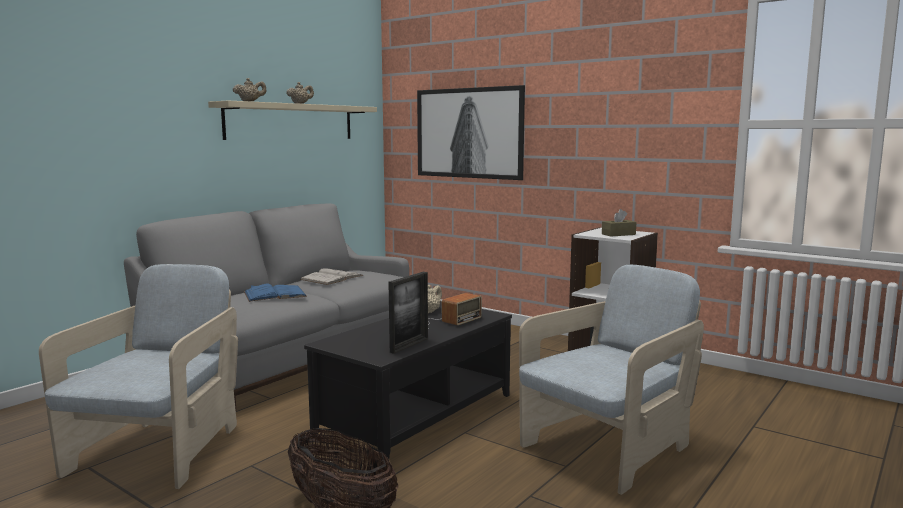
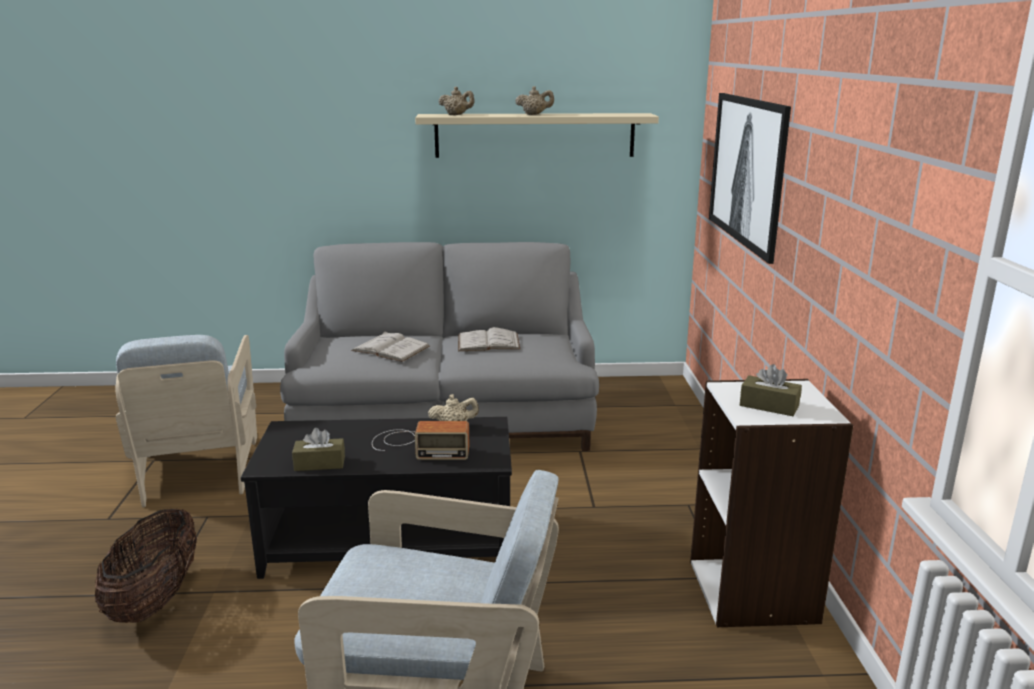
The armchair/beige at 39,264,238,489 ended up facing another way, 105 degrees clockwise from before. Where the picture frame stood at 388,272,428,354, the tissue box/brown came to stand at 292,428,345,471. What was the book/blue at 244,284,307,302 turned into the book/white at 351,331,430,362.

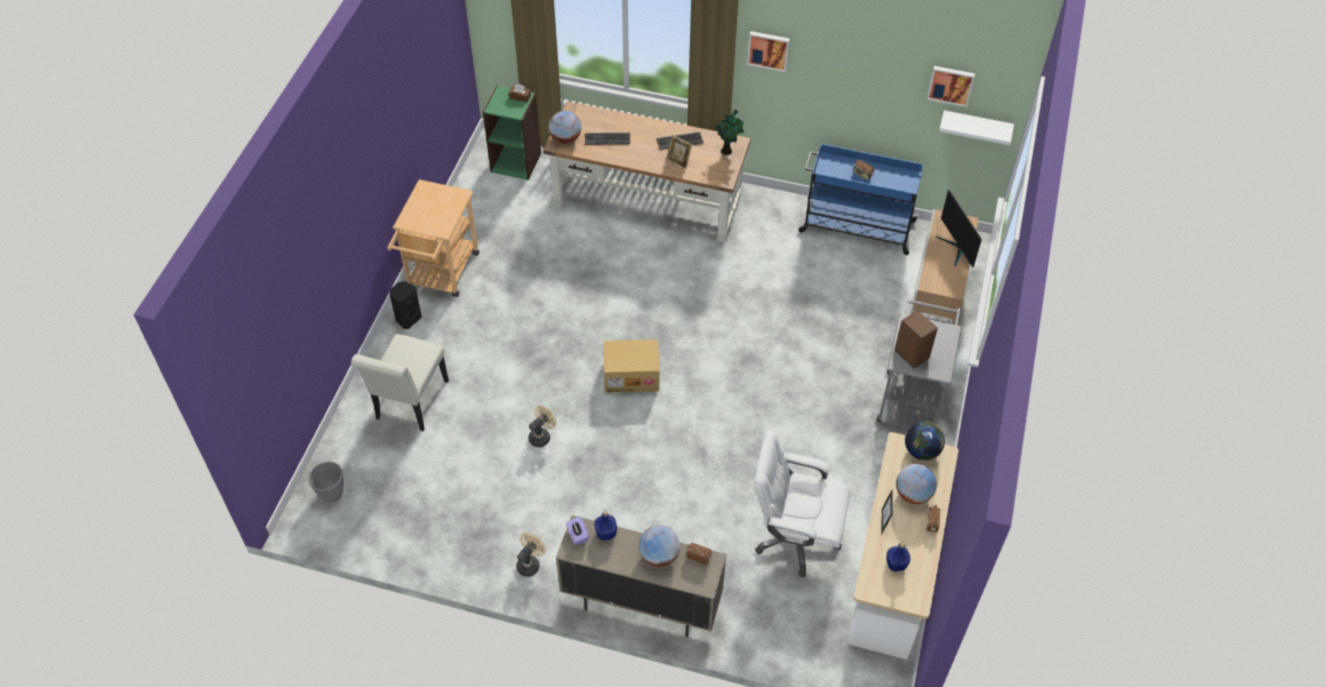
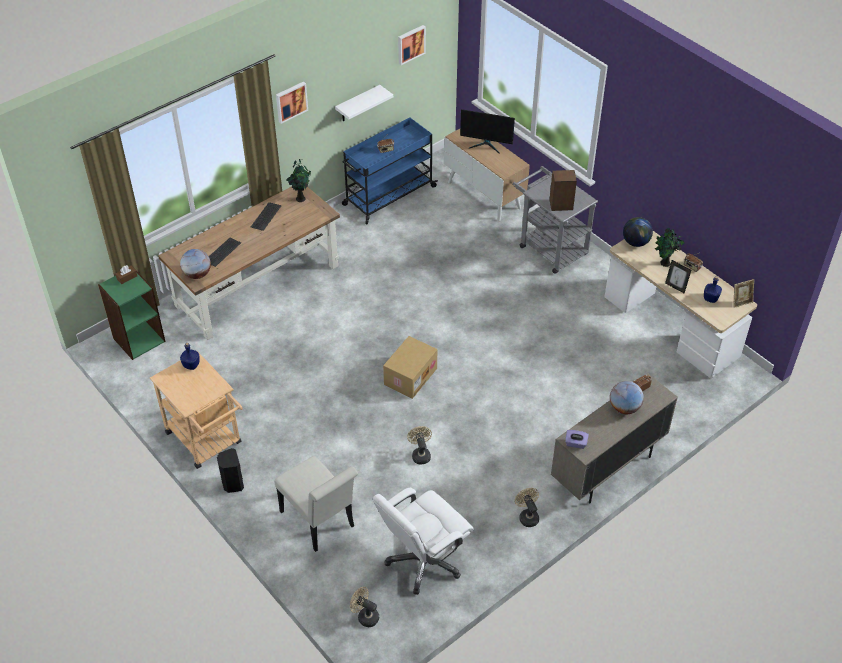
The bottle/blue ended up elsewhere, having gone from 594,511,617,540 to 180,343,200,370. The shelf/white ended up elsewhere, having gone from 939,110,1014,145 to 335,85,393,121. Where the planter/grey stood at 308,461,344,502, the fan/beige came to stand at 350,587,379,627. The office chair/white ended up elsewhere, having gone from 754,430,850,577 to 373,488,474,595. Where the globe stood at 896,464,937,504, the potted plant came to stand at 655,228,685,267. The picture frame ended up elsewhere, having gone from 666,135,692,169 to 733,279,754,308.

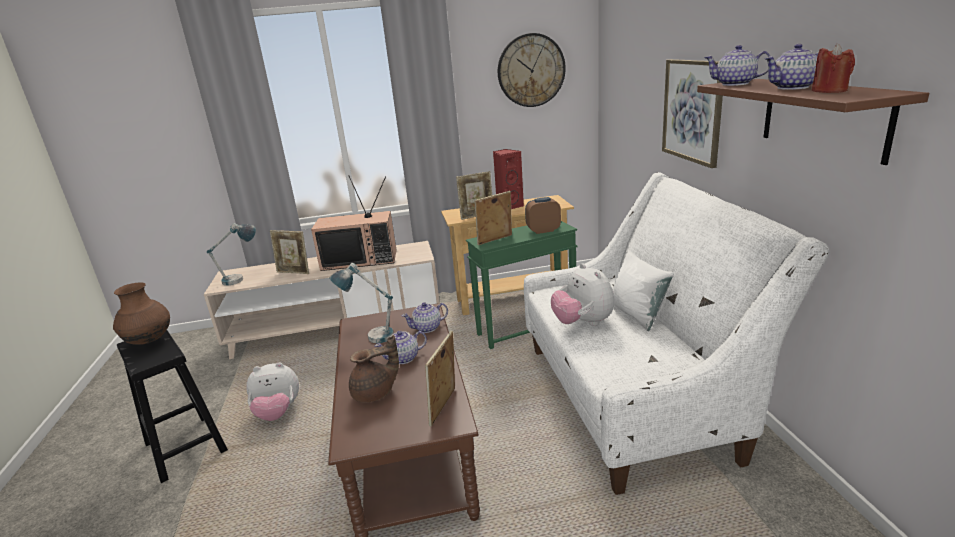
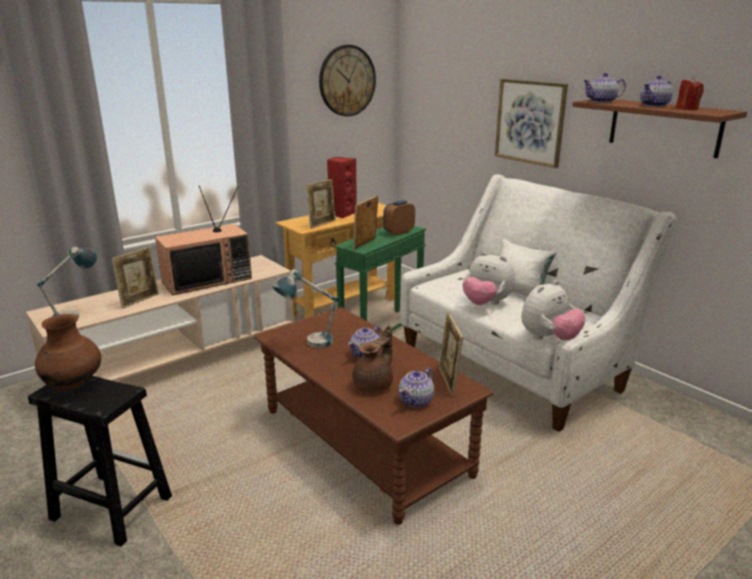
The picture frame at 270,230,309,274 ended up facing another way, 45 degrees counterclockwise from before. The teapot ended up elsewhere, having gone from 402,302,448,333 to 399,368,434,408. The plush toy ended up elsewhere, having gone from 246,362,299,421 to 521,280,586,340.

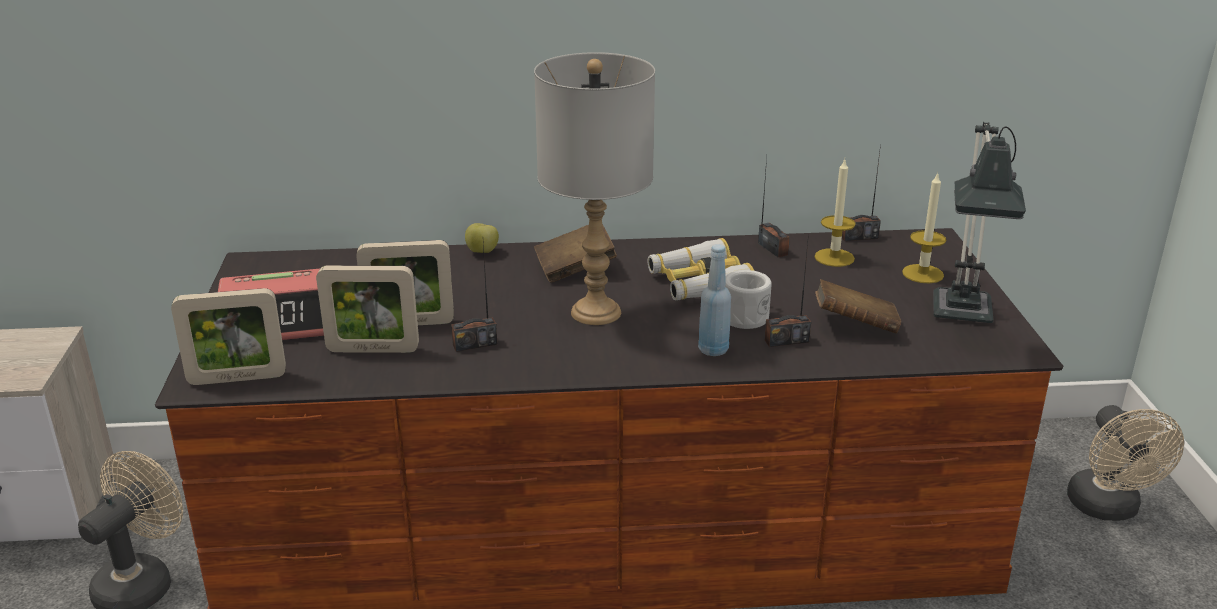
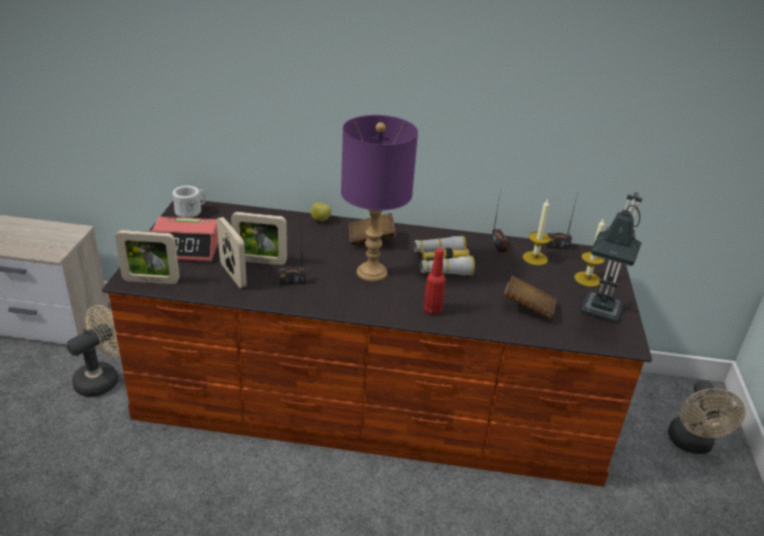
The mug/white ended up elsewhere, having gone from 725,270,772,329 to 173,186,206,218. The picture frame at 316,265,419,353 ended up facing another way, 135 degrees counterclockwise from before. What was the table lamp/grey at 534,52,655,325 turned into the table lamp/purple at 341,115,418,281. What was the bottle/blue at 698,244,731,356 turned into the bottle/red at 423,248,446,315. The second view lost the radio at 765,234,811,347.

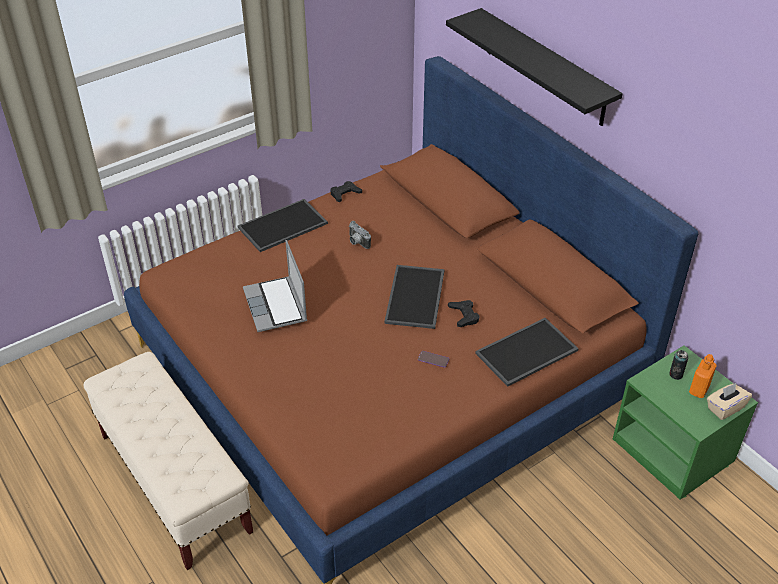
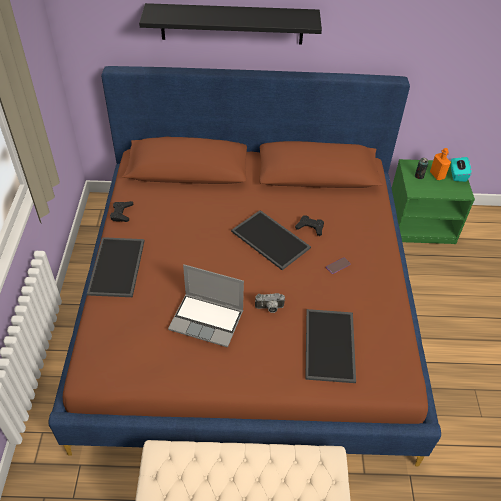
The photo camera ended up elsewhere, having gone from 349,221,371,249 to 255,293,285,313. The tray ended up elsewhere, having gone from 475,318,579,387 to 305,309,356,383. What was the tissue box/beige at 707,383,752,420 turned into the tissue box/turquoise at 451,156,471,182.

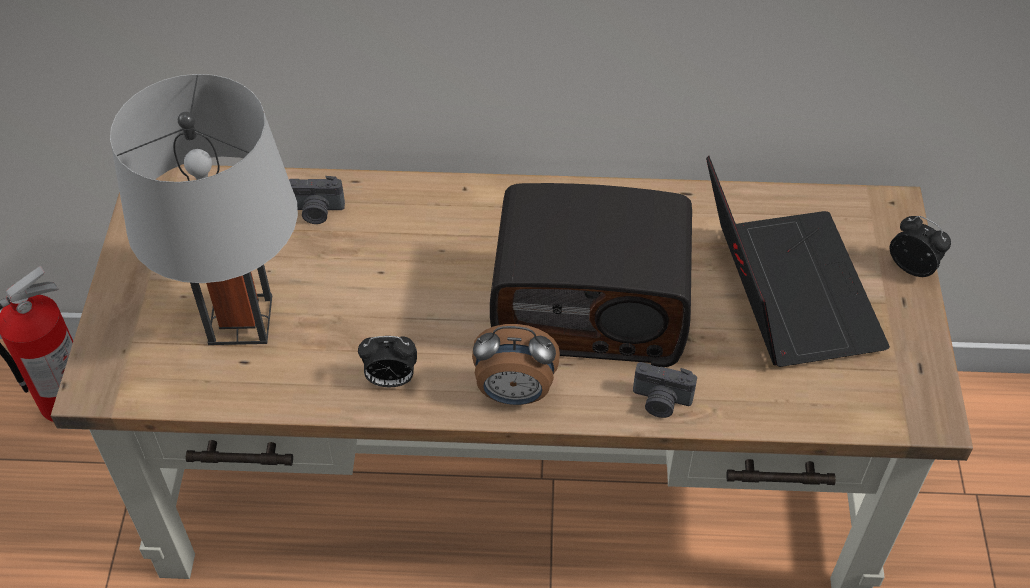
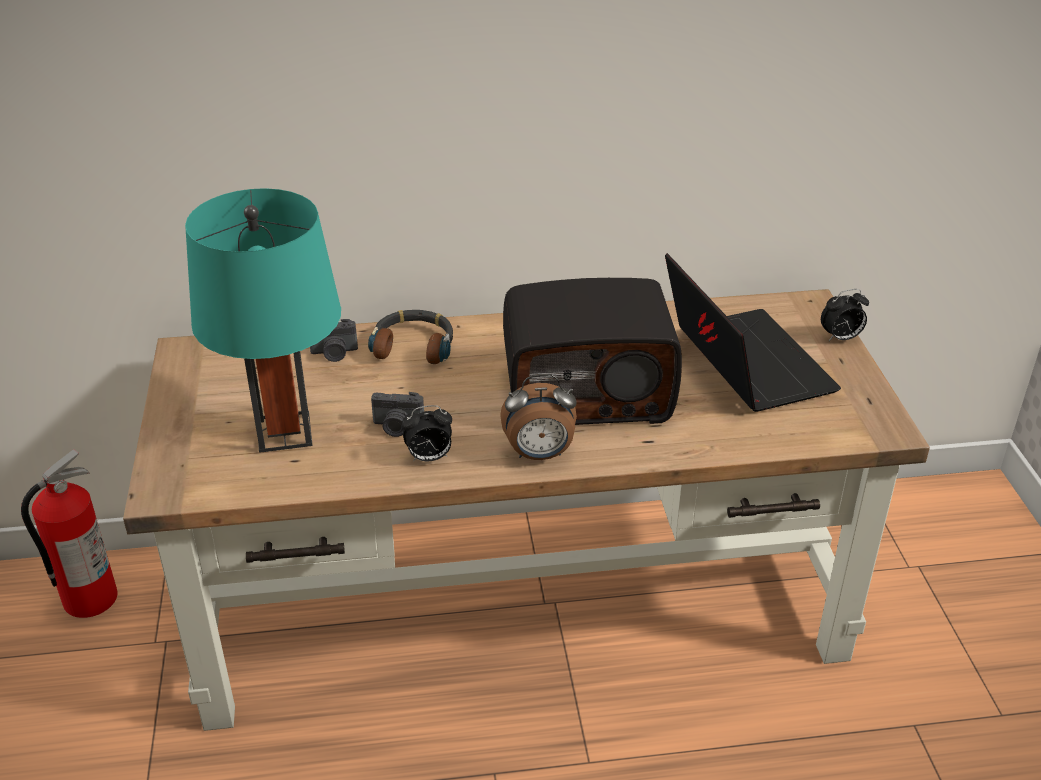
What was the table lamp/grey at 110,74,298,345 turned into the table lamp/turquoise at 185,188,341,453. The second view gained the headphones at 368,310,453,364. The photo camera ended up elsewhere, having gone from 633,362,697,418 to 371,392,424,437. The alarm clock at 890,216,951,277 ended up facing another way, 135 degrees clockwise from before.

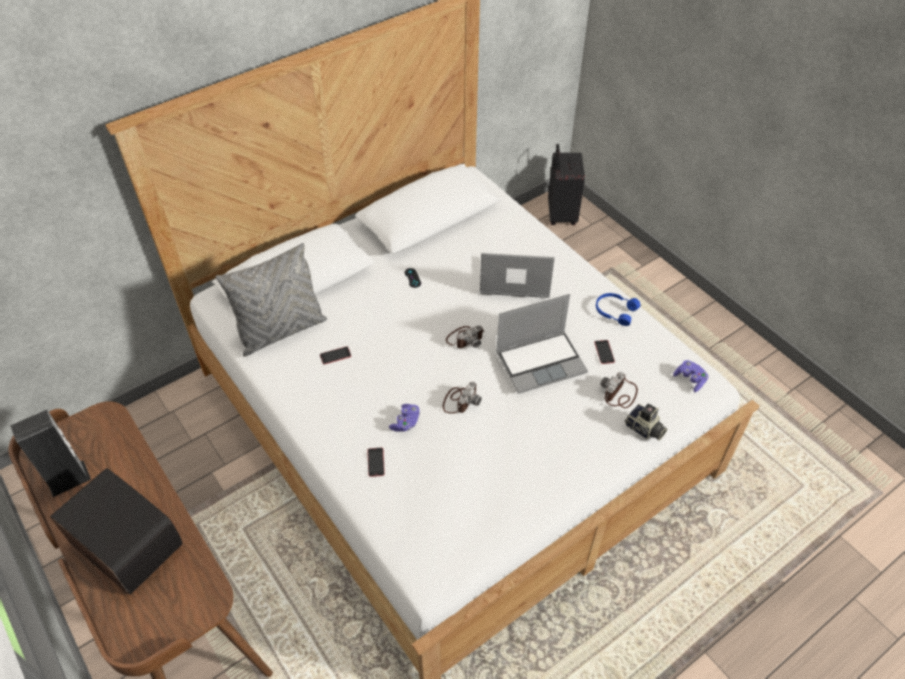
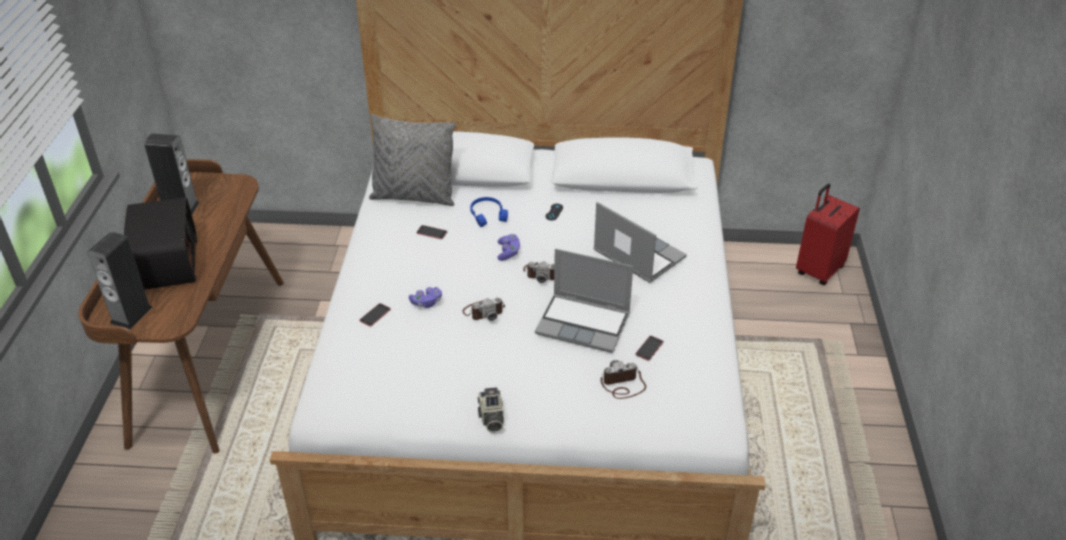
The second view gained the speaker at 87,232,153,329. The headphones/blue ended up elsewhere, having gone from 596,293,640,326 to 470,197,508,227. The photo camera ended up elsewhere, having gone from 625,403,667,441 to 478,387,504,433. The game controller/purple ended up elsewhere, having gone from 673,360,708,392 to 497,234,520,261. What was the suitcase/black at 548,144,585,225 turned into the suitcase/red at 796,183,860,285.

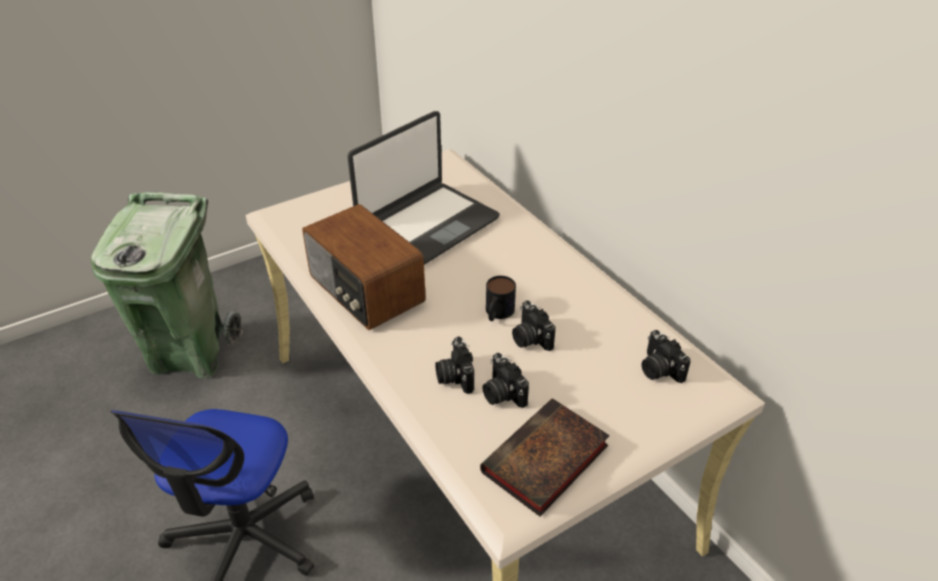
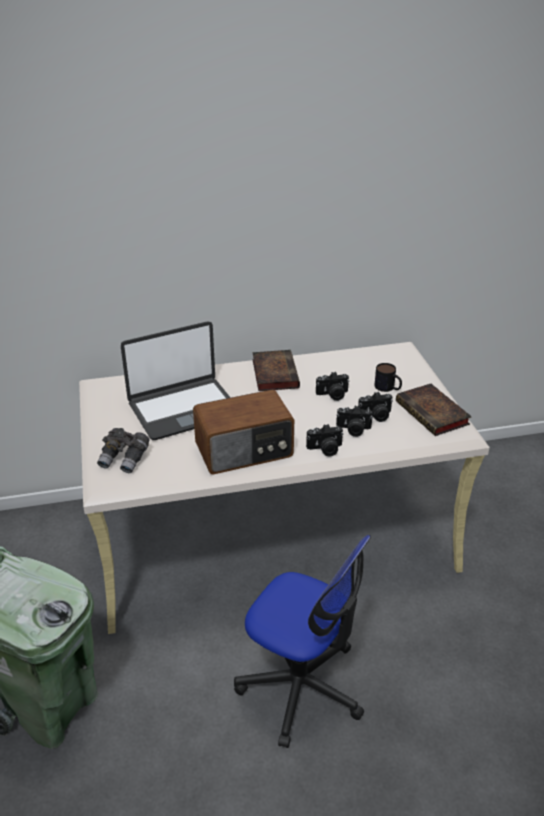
The second view gained the binoculars/grey at 97,428,149,473. The laptop at 347,111,500,265 ended up facing another way, 90 degrees clockwise from before. The second view gained the book at 252,350,300,391. The photo camera ended up elsewhere, having gone from 642,330,691,383 to 306,424,344,456. The mug ended up elsewhere, having gone from 486,276,516,321 to 374,363,402,392.

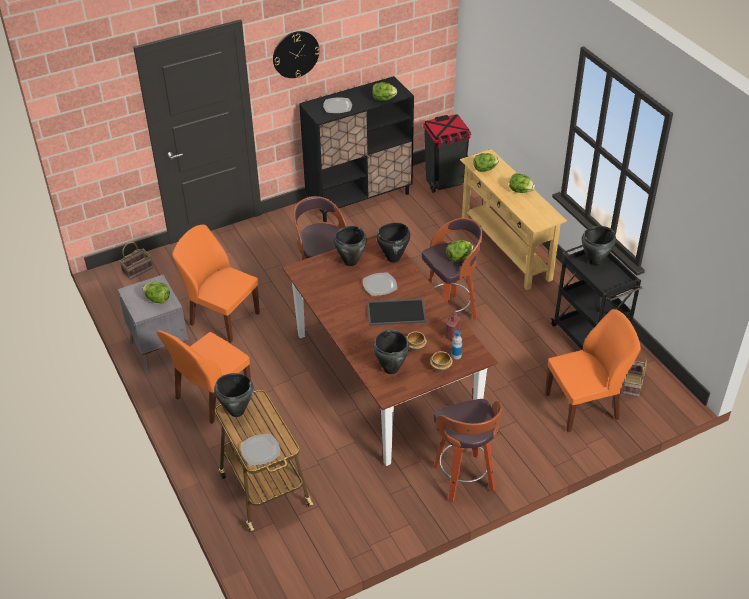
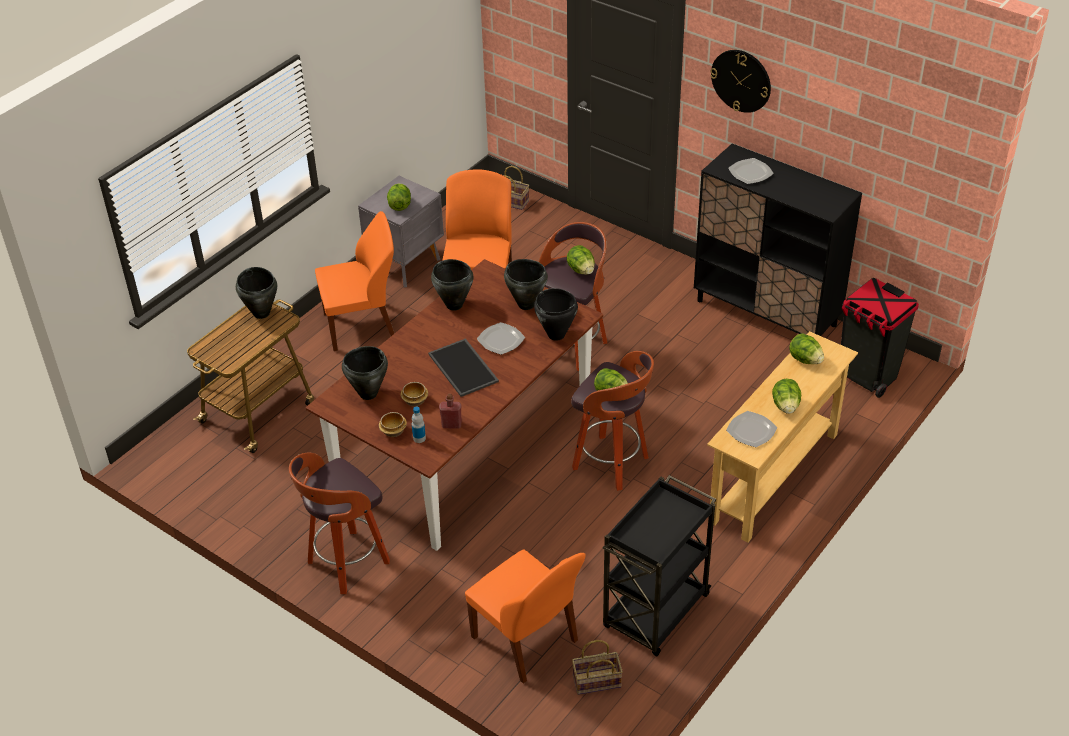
The chair/orange at 156,330,251,424 ended up facing another way, 150 degrees clockwise from before. The cooking pot/black ended up elsewhere, having gone from 581,226,616,266 to 431,259,474,311. The lettuce ended up elsewhere, having gone from 372,82,397,101 to 567,245,595,275. The plate ended up elsewhere, having gone from 241,434,280,466 to 726,411,777,447.

